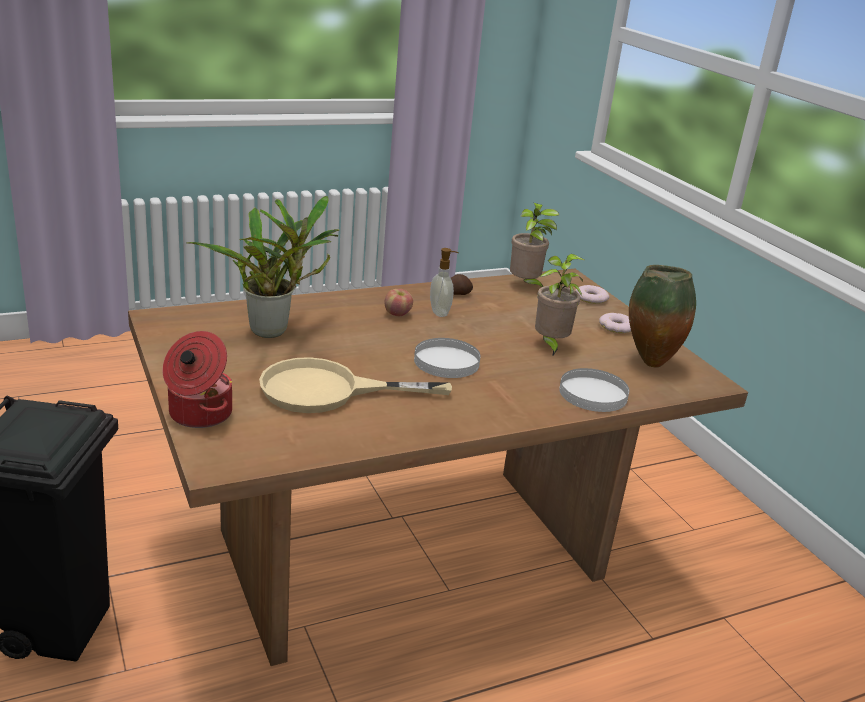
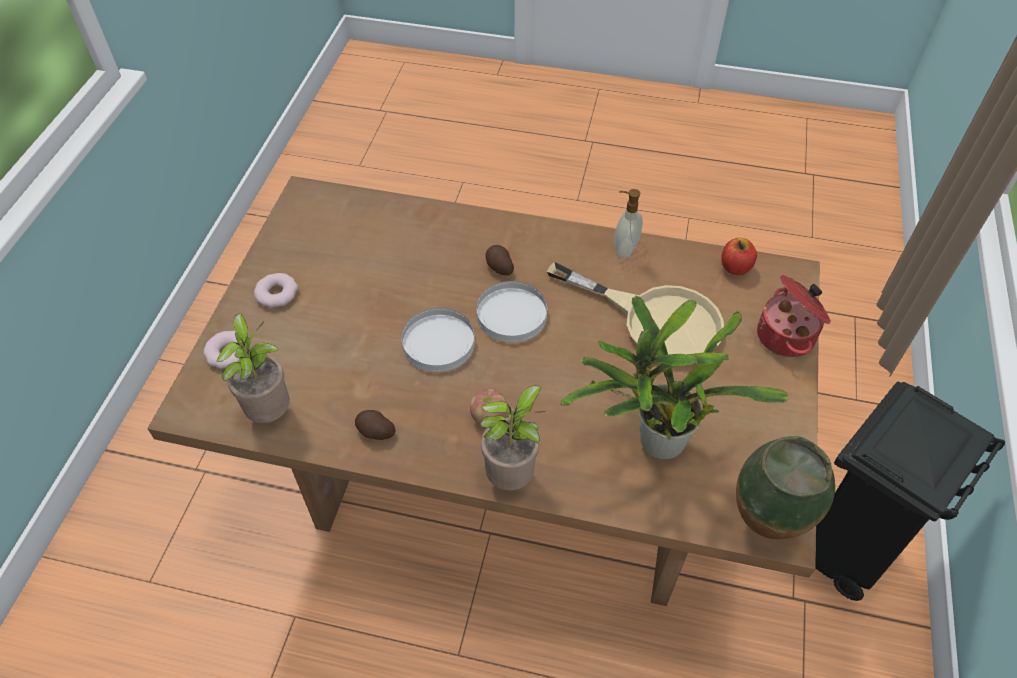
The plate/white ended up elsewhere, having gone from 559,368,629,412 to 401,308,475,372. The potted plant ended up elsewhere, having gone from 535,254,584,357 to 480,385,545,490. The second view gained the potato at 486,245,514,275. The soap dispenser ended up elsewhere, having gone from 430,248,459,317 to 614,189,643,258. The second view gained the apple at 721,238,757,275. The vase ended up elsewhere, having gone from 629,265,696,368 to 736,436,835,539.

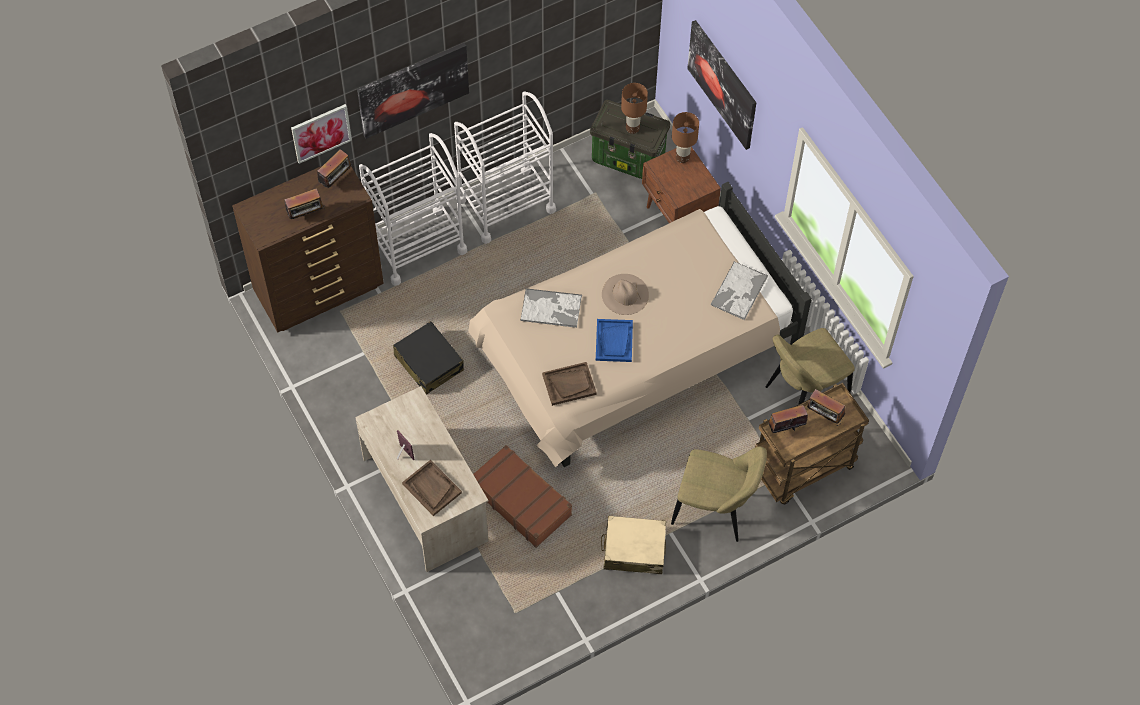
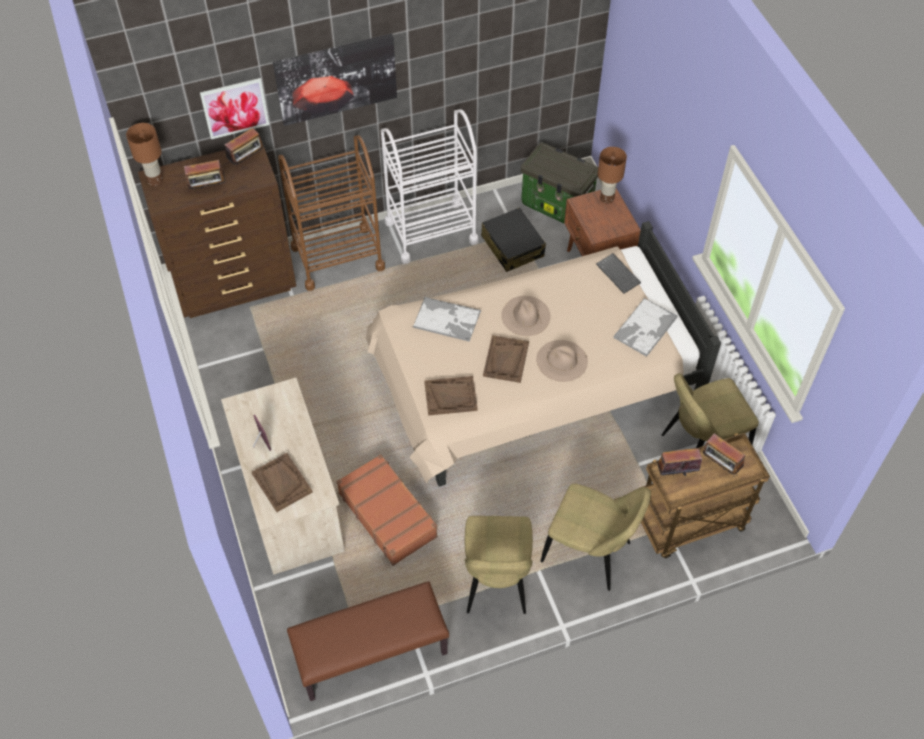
The table lamp/brown ended up elsewhere, having gone from 621,83,648,134 to 126,123,163,186. What was the cart/white at 359,133,467,286 turned into the cart/brown at 278,135,385,291. The second view gained the bench/brown at 287,582,449,701. Where the suitcase/beige stood at 601,516,666,574, the chair/beige came to stand at 465,516,533,614. The suitcase/black ended up elsewhere, having gone from 393,321,464,395 to 481,208,546,272. What was the tray/blue at 596,319,633,362 turned into the tray/brown at 483,335,529,383. The second view gained the hat/beige at 536,340,588,382. The second view gained the keyboard at 596,253,641,294. The second view lost the picture at 687,20,756,150.

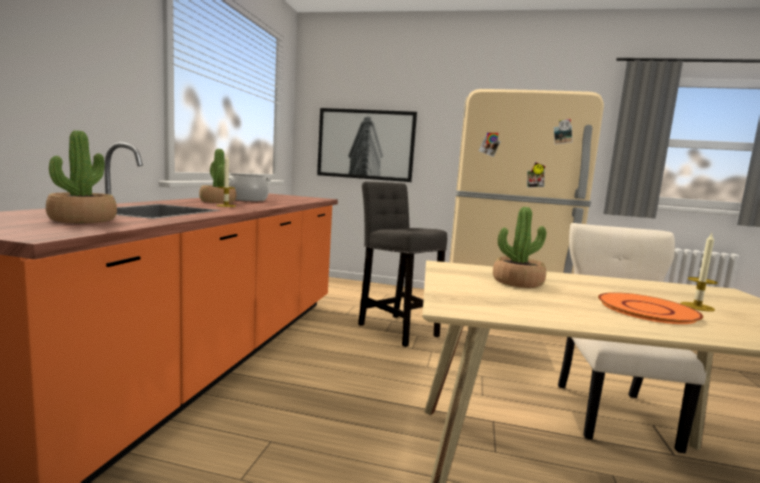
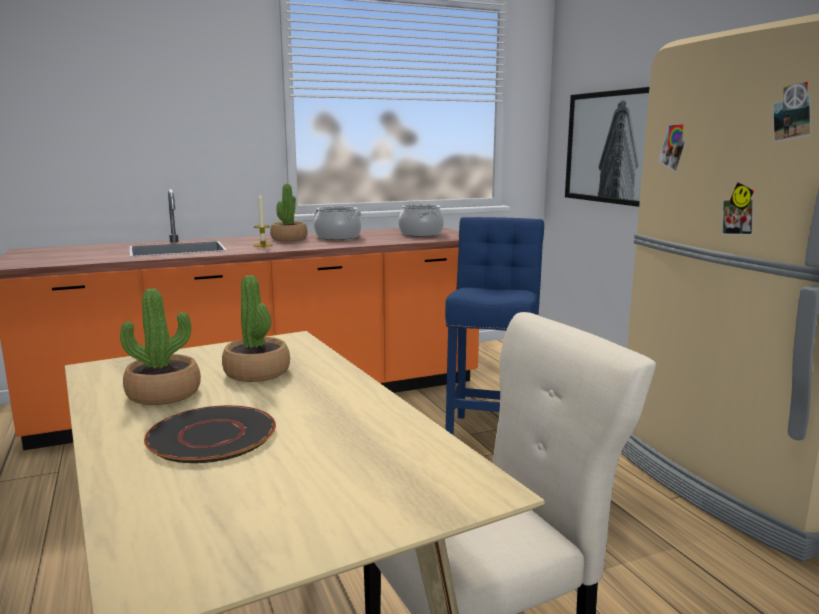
The potted plant ended up elsewhere, having gone from 46,130,117,223 to 120,289,201,405. What was the plate/orange at 598,292,703,324 turned into the plate/black at 144,405,276,463. The second view gained the cooking pot at 398,204,444,237. What was the stool/grey at 358,182,447,347 turned into the stool/blue at 445,217,544,435. The second view lost the candle at 680,233,718,312.

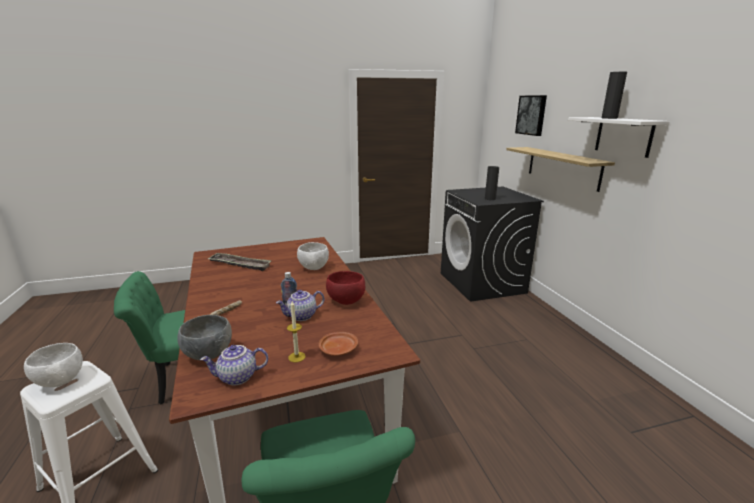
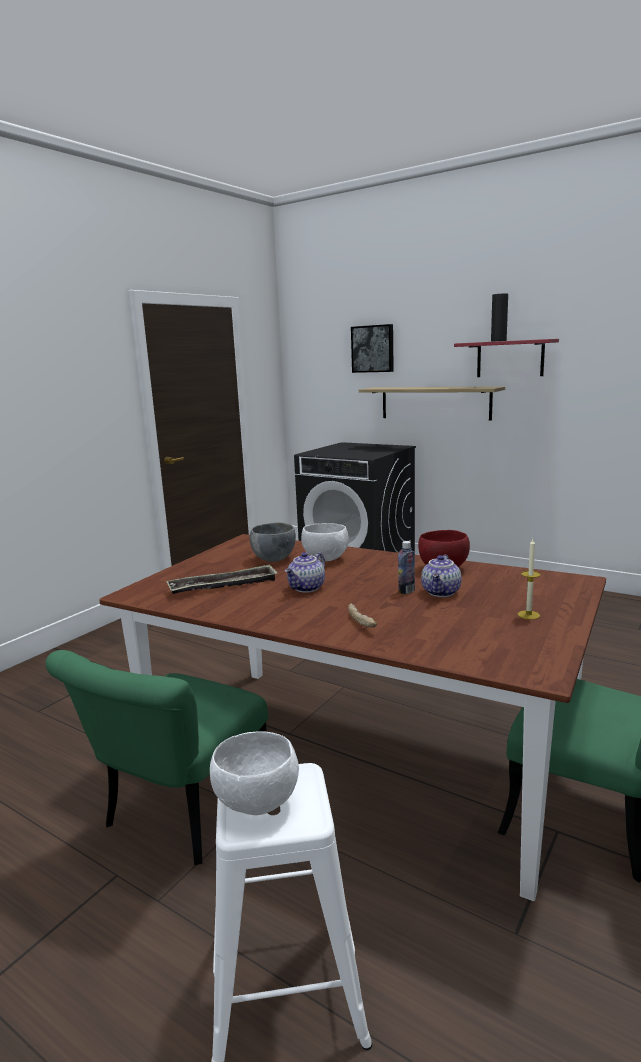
The bowl/grey ended up elsewhere, having gone from 177,315,232,360 to 250,522,296,562. The teapot ended up elsewhere, having gone from 200,345,268,386 to 285,552,325,593. What was the shelf/white at 568,117,670,158 turned into the shelf/red at 454,339,559,377. The second view lost the plate/brown at 319,332,358,356. The second view lost the vase/black at 485,166,499,200.

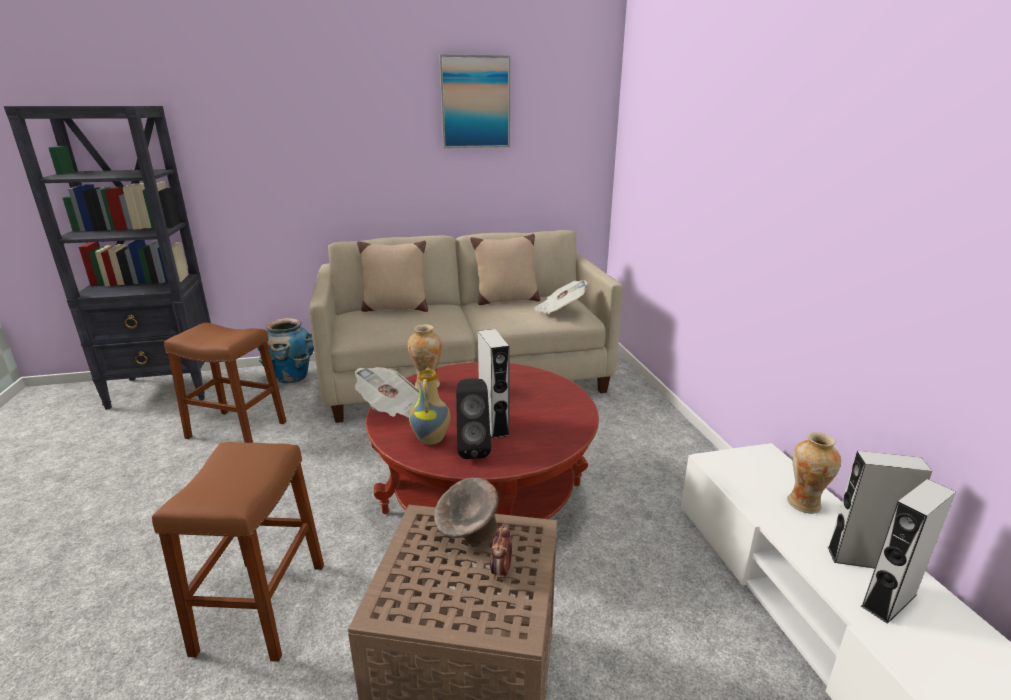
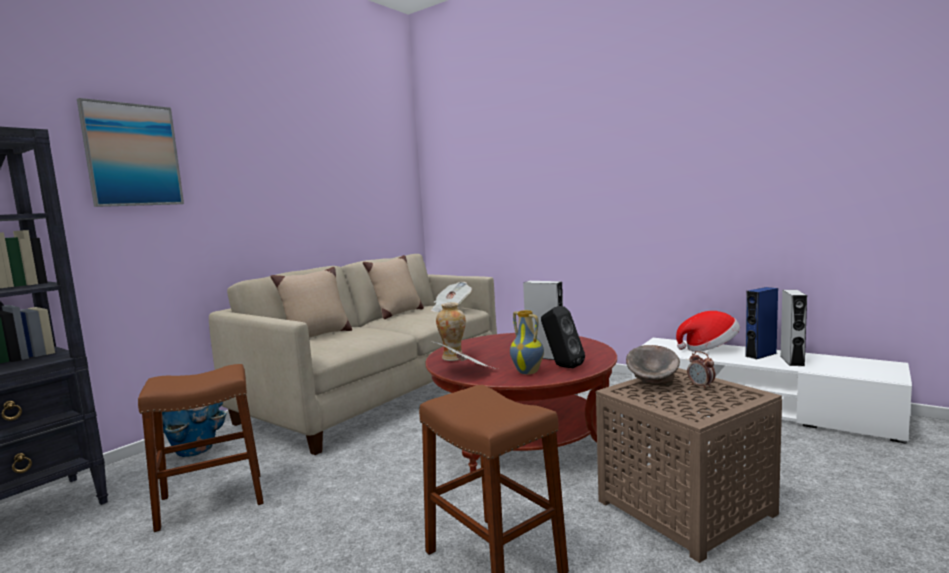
The picture ended up elsewhere, having gone from 439,54,510,148 to 77,98,184,207. Where the vase stood at 787,432,841,514, the hat came to stand at 676,311,740,352. What was the speaker/grey at 828,451,932,569 turned into the speaker/blue at 745,287,778,359.

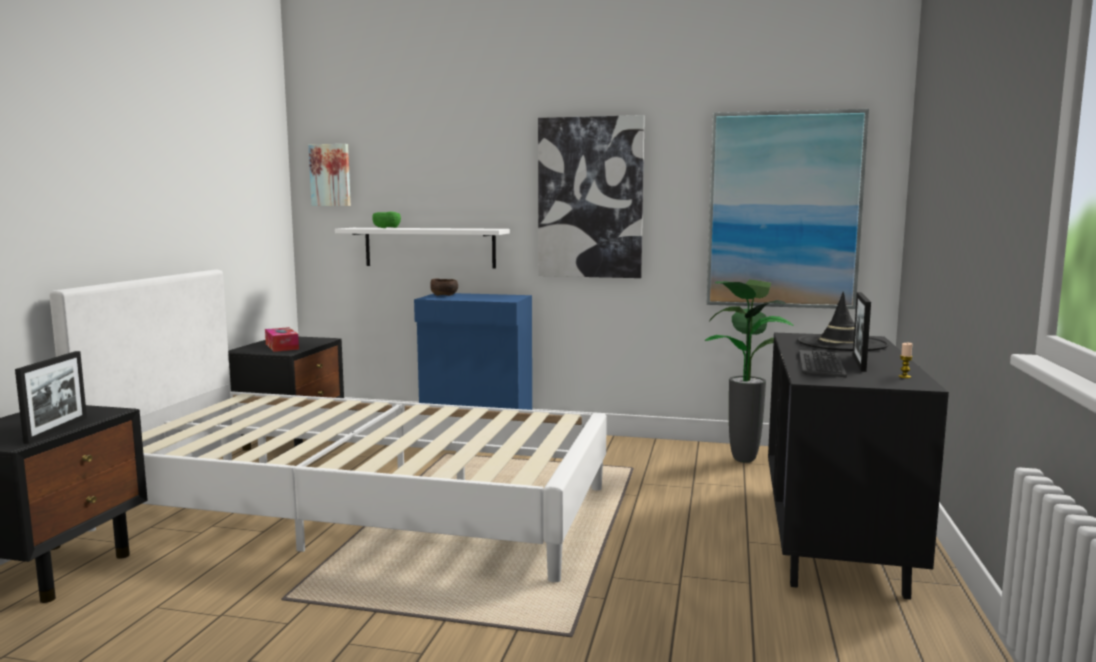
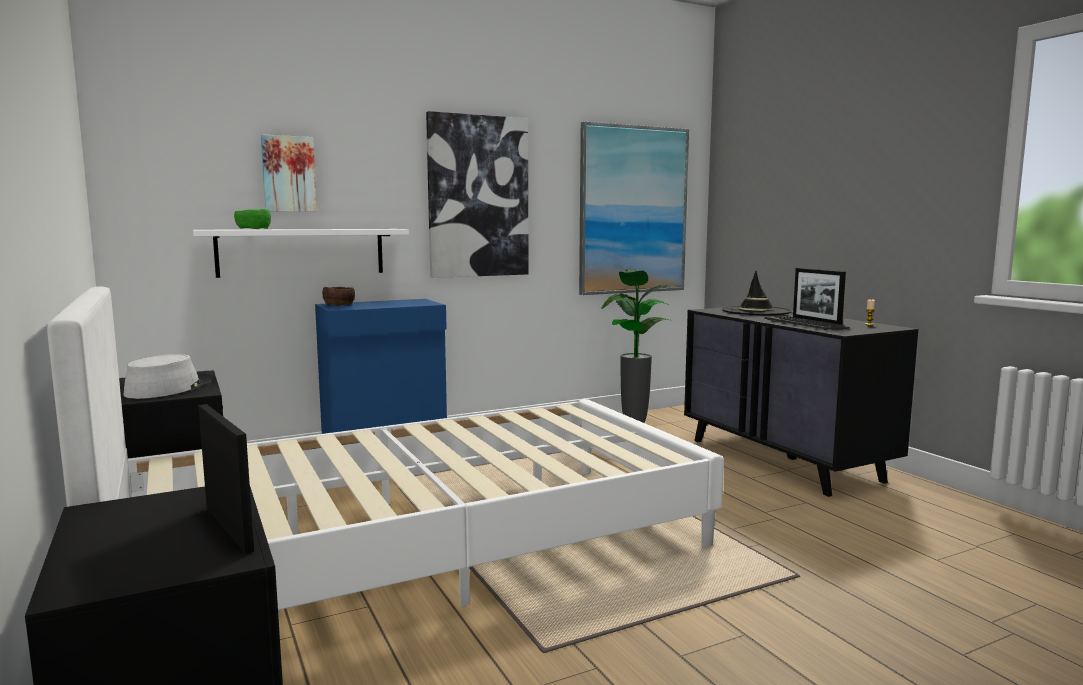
Where the tissue box stood at 265,327,299,352, the hat/grey came to stand at 124,354,212,399. The picture ended up elsewhere, having gone from 309,144,351,206 to 261,134,317,212.

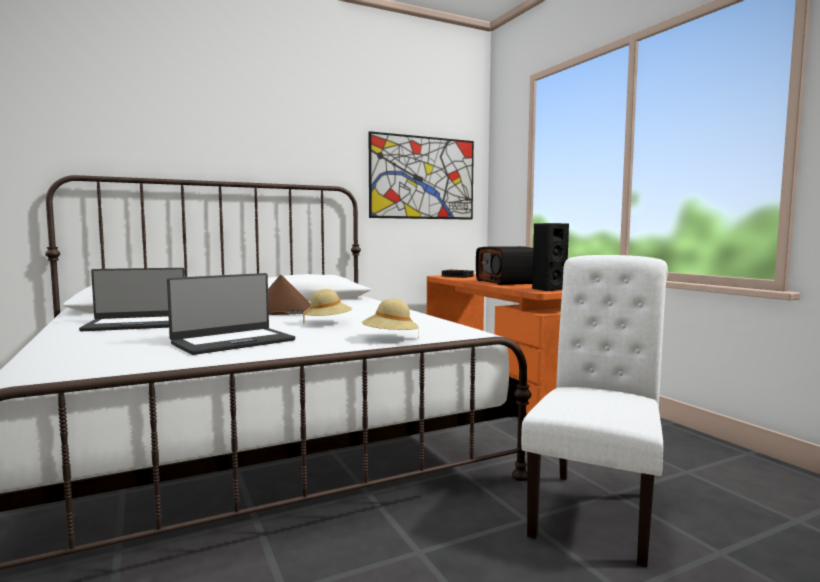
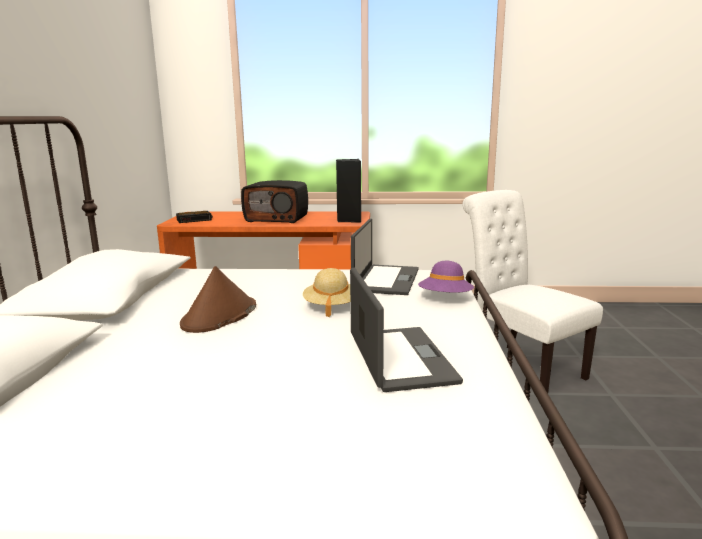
The laptop ended up elsewhere, having gone from 79,268,185,331 to 351,219,419,295. What was the hat/beige at 362,299,419,330 turned into the hat/purple at 418,261,474,293. The second view lost the picture at 369,131,474,220.

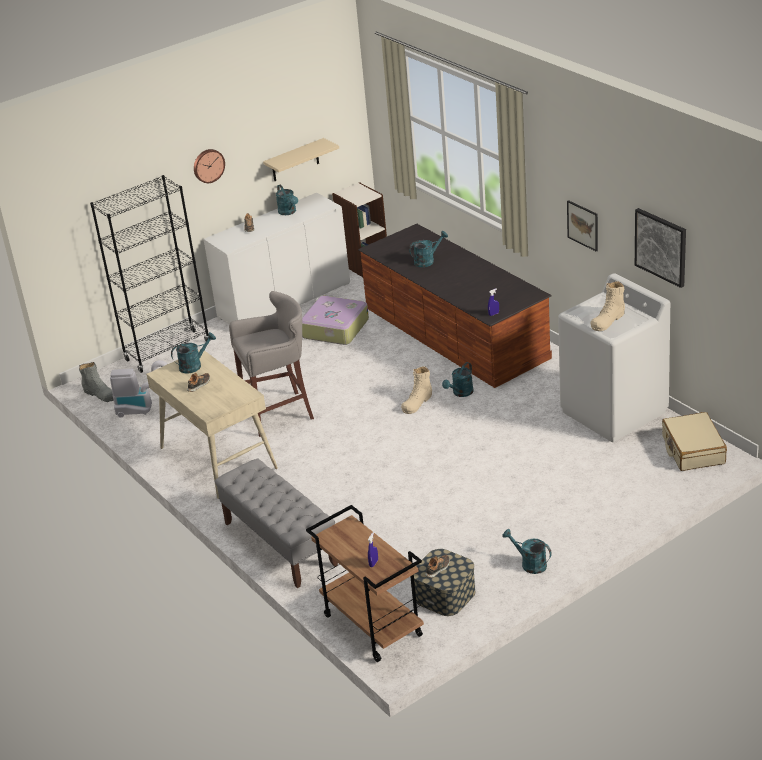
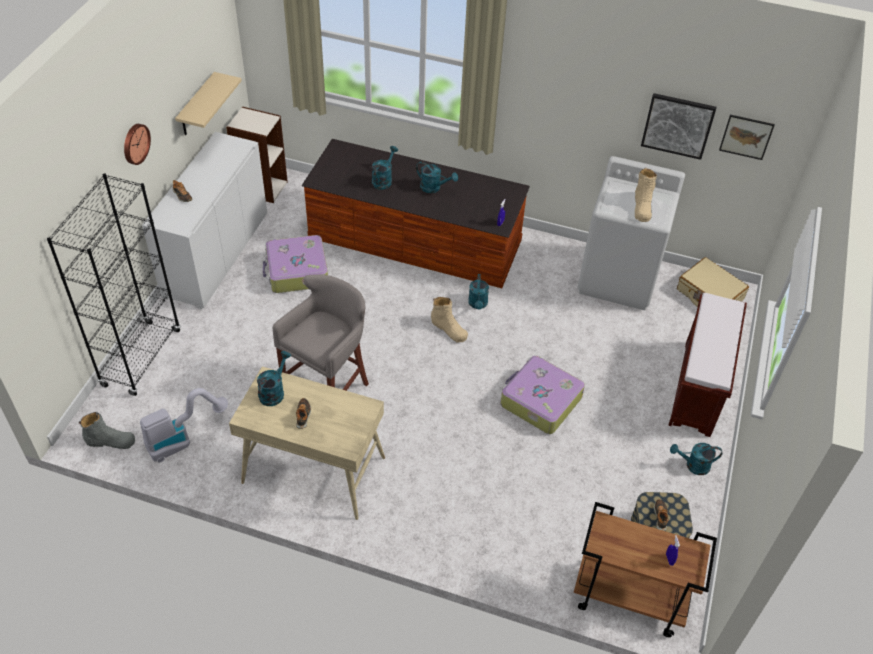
The watering can/turquoise ended up elsewhere, having gone from 276,184,298,215 to 416,161,458,193. The boot/beige at 401,366,432,414 ended up facing another way, 45 degrees counterclockwise from before. The second view gained the suitcase at 501,356,585,434. The second view gained the bench/brown at 669,293,747,437. The picture ended up elsewhere, having gone from 567,200,598,252 to 719,115,775,160. The second view lost the bench/grey at 214,459,338,588.

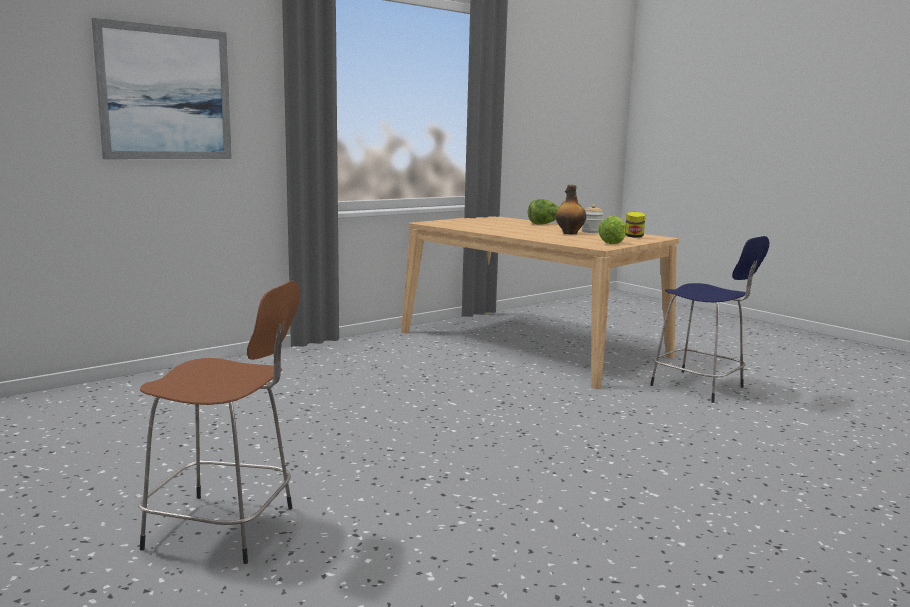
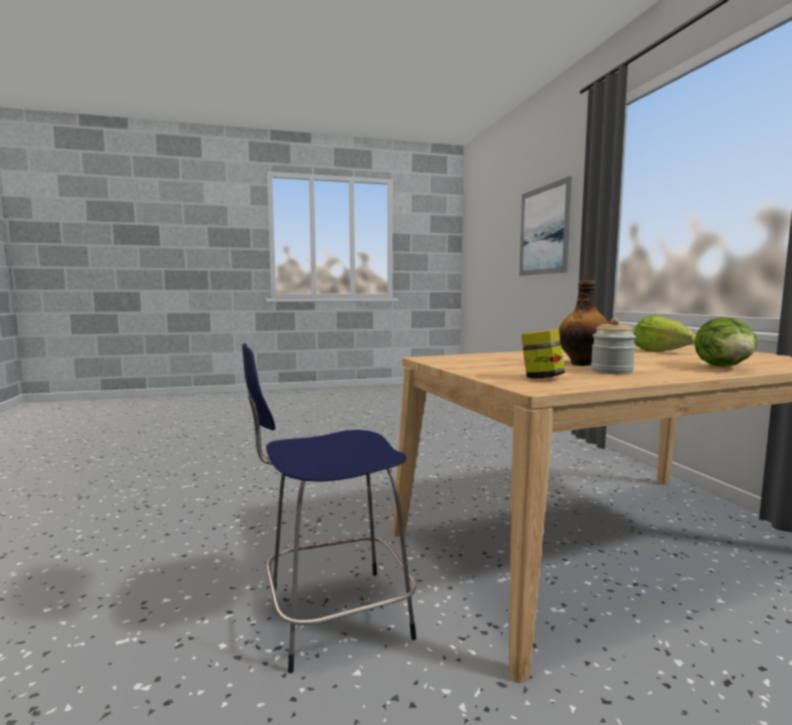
The lettuce ended up elsewhere, having gone from 598,216,626,244 to 634,316,696,352. The second view lost the stool/brown at 138,281,300,564.

